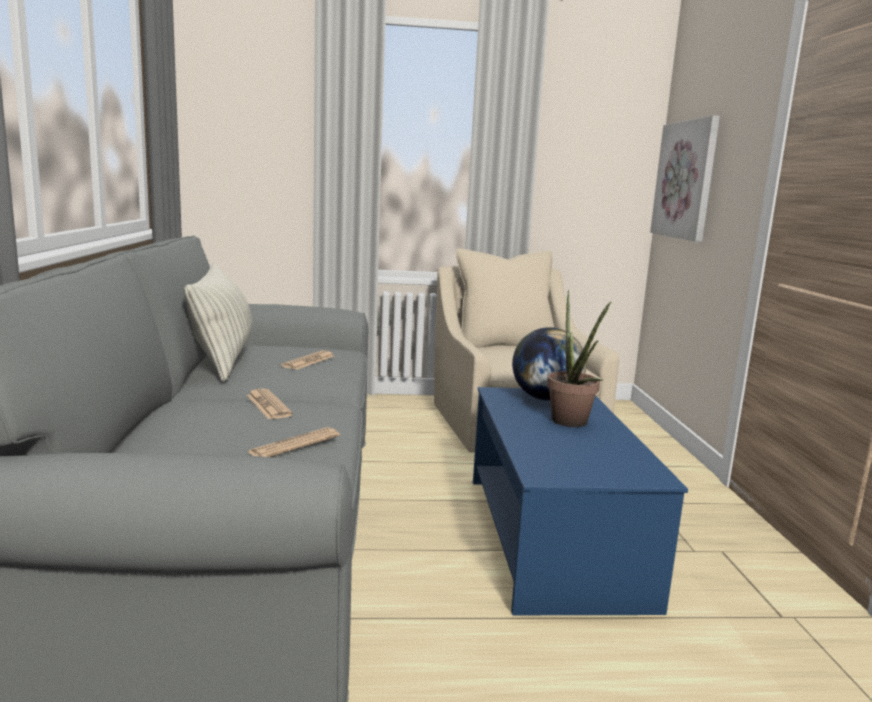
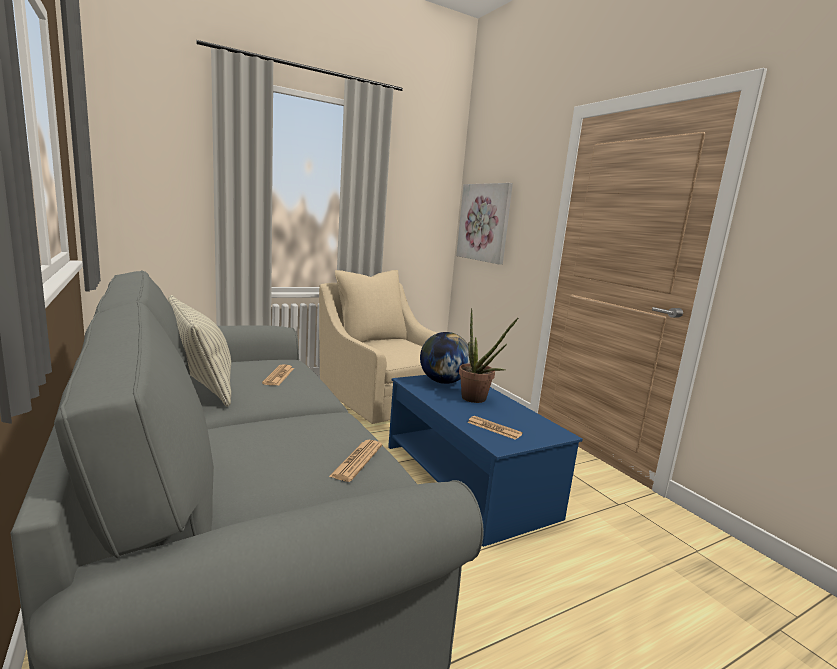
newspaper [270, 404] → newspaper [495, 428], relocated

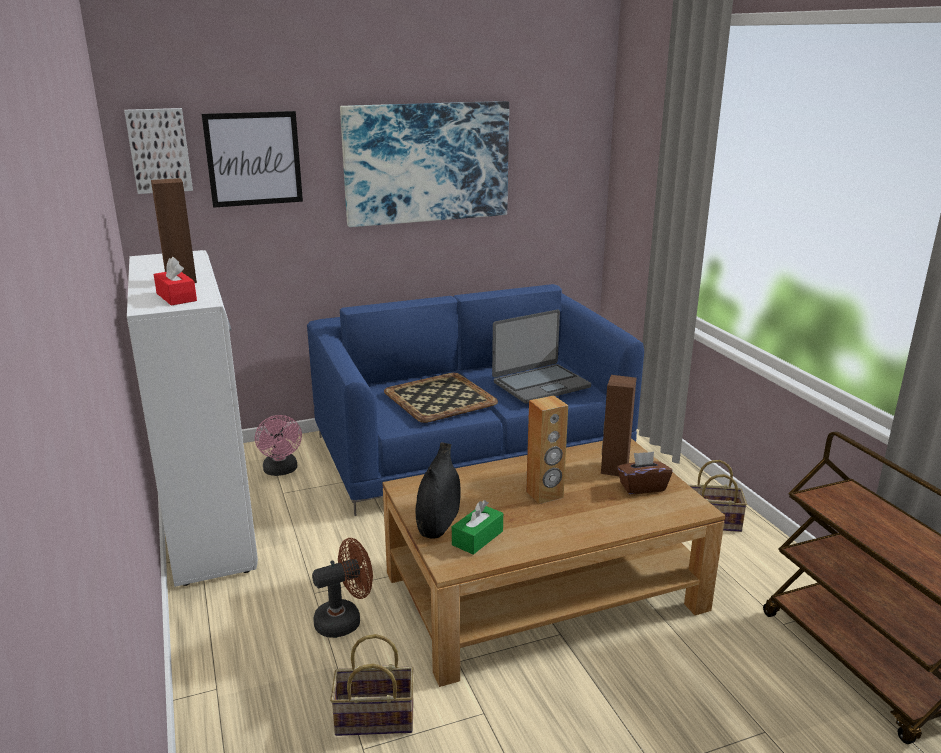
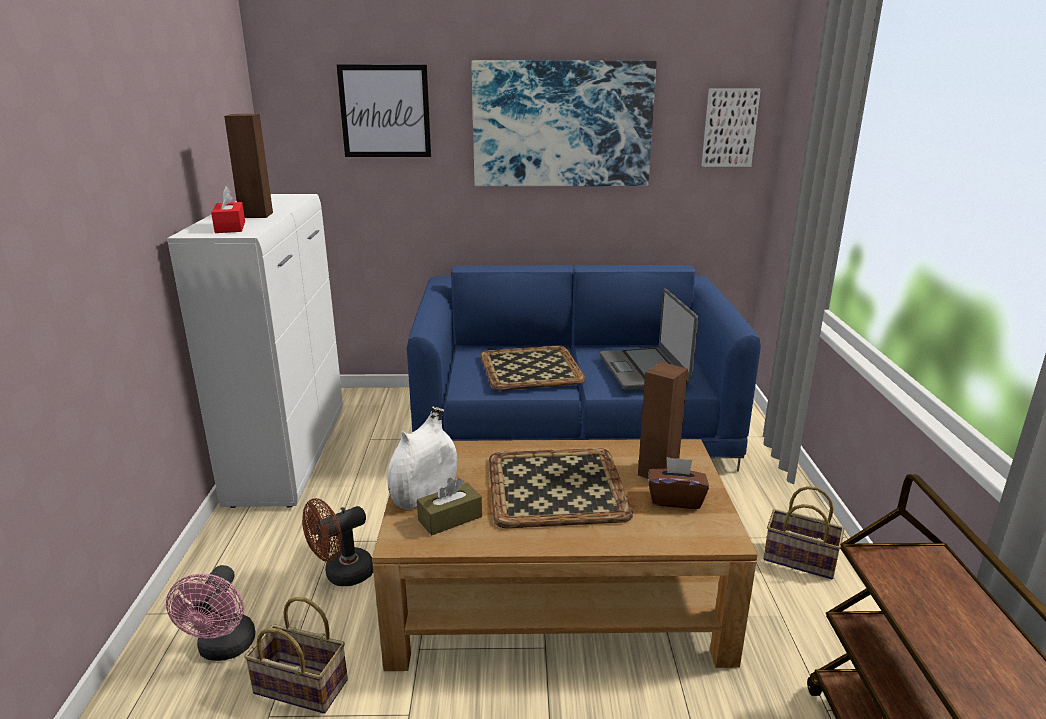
picture [158, 151] → picture [731, 128], relocated
fan (pink) [278, 445] → fan (pink) [211, 613], relocated
speaker (brown) [547, 449] → tray [561, 488]
vase (black) [438, 490] → vase (white) [422, 458]
tissue box (green) [477, 527] → tissue box (brown) [449, 507]
fan (brown) [342, 588] → fan (brown) [337, 542], 150 degrees clockwise
laptop [541, 356] → laptop [649, 339], 90 degrees clockwise

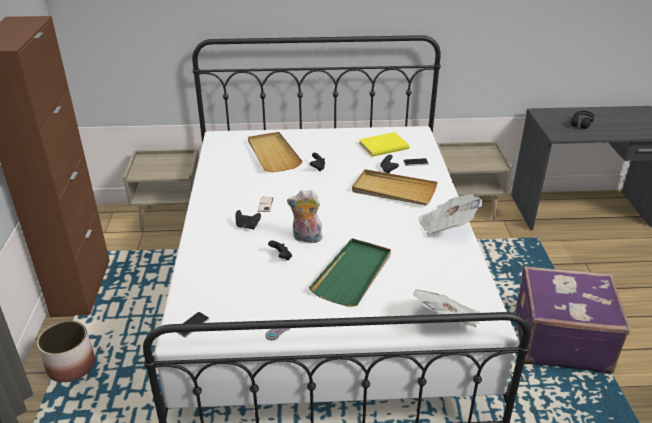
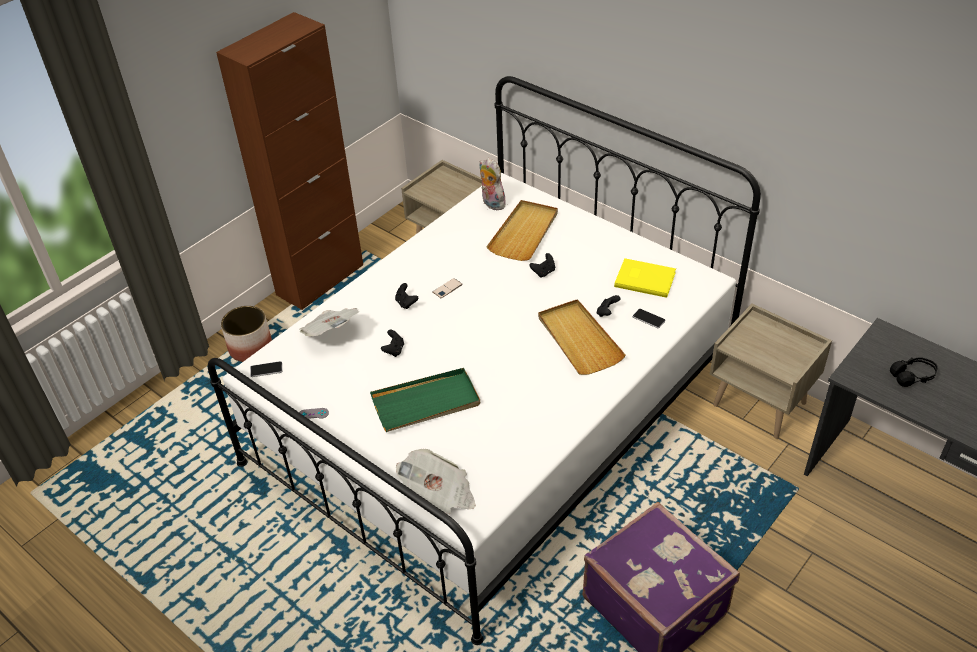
plush toy [304, 216] → plush toy [493, 184], relocated
newspaper [450, 214] → newspaper [329, 322], relocated

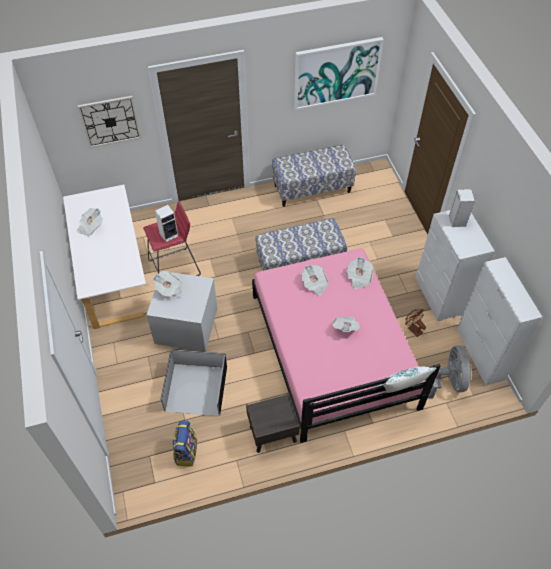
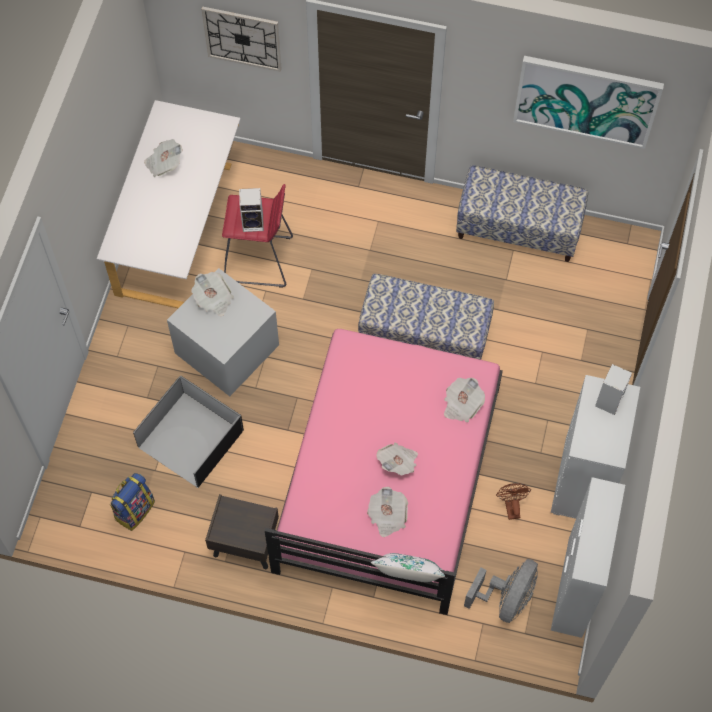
newspaper [315, 280] → newspaper [387, 512], relocated

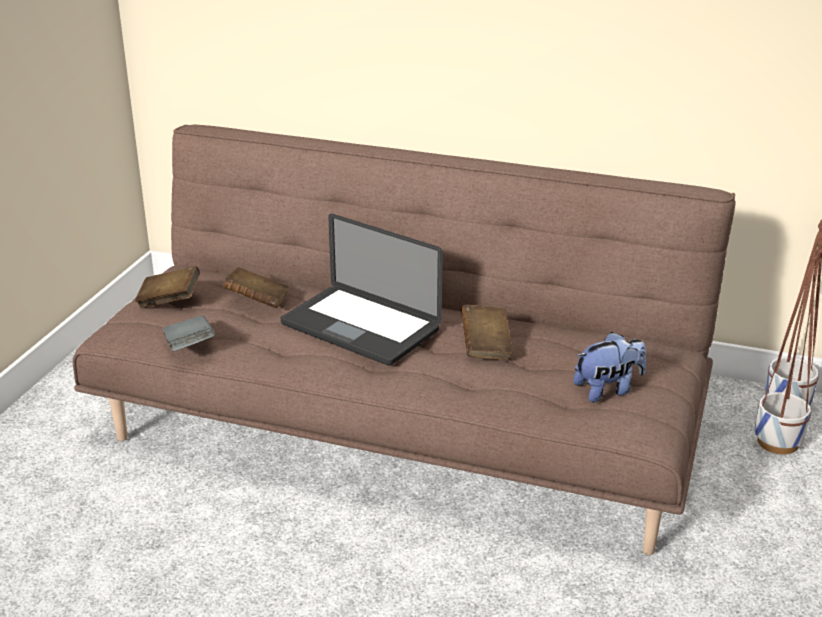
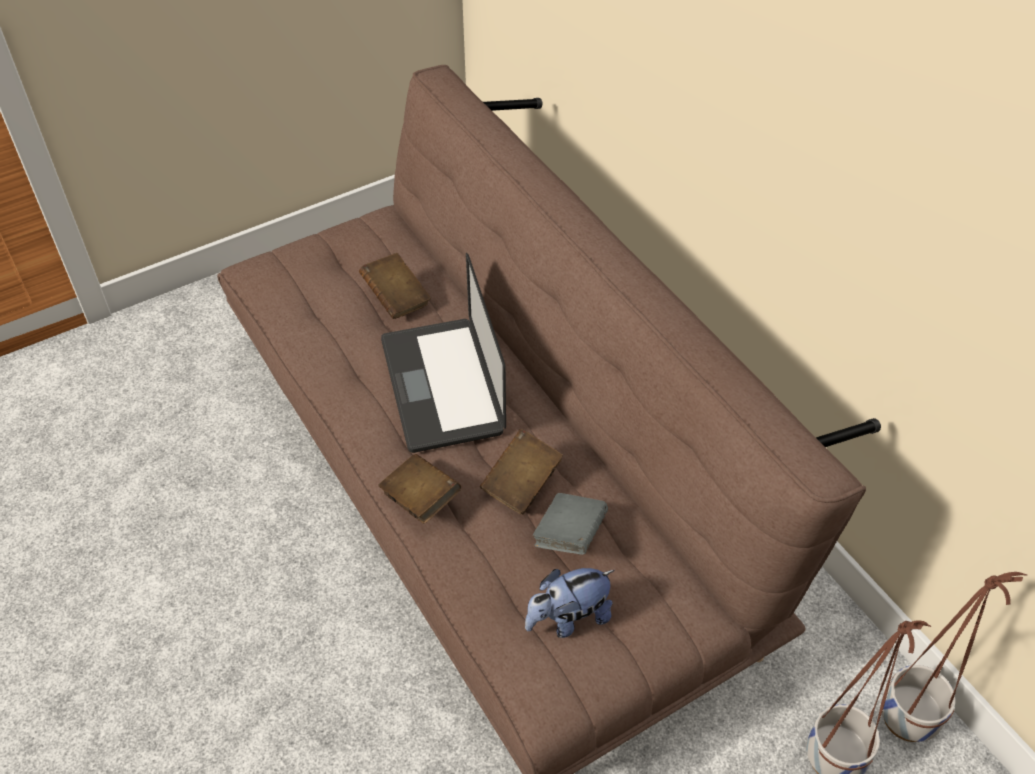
book (brown) [167, 287] → book (brown) [419, 489], relocated
book (grey) [188, 333] → book (grey) [570, 524], relocated
plush toy [609, 367] → plush toy [569, 603], 135 degrees clockwise

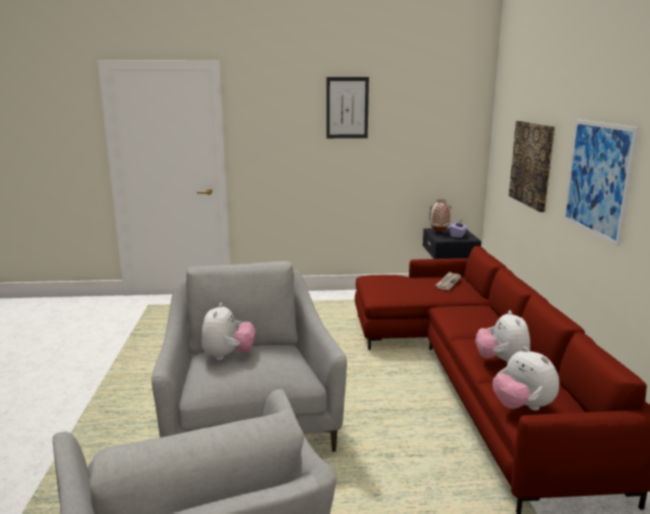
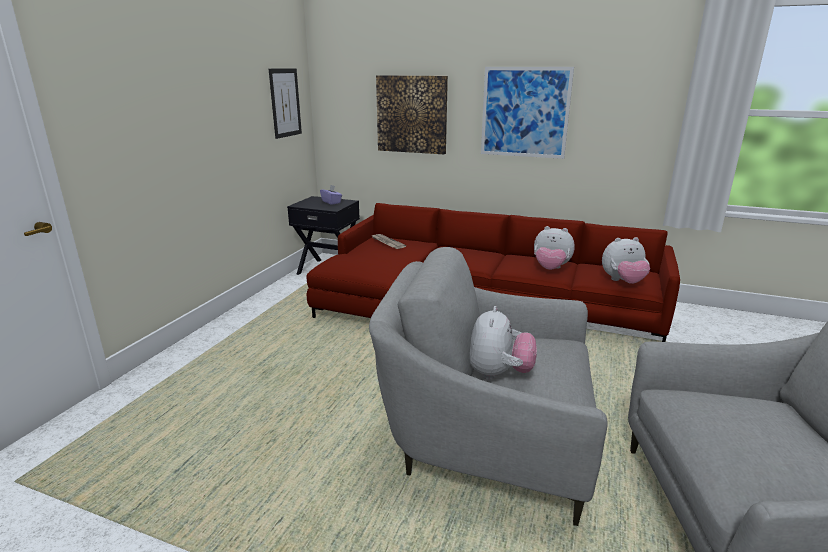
vase [440, 215] → -
picture [347, 107] → picture [285, 103], relocated
plush toy [228, 331] → plush toy [503, 343], 75 degrees clockwise

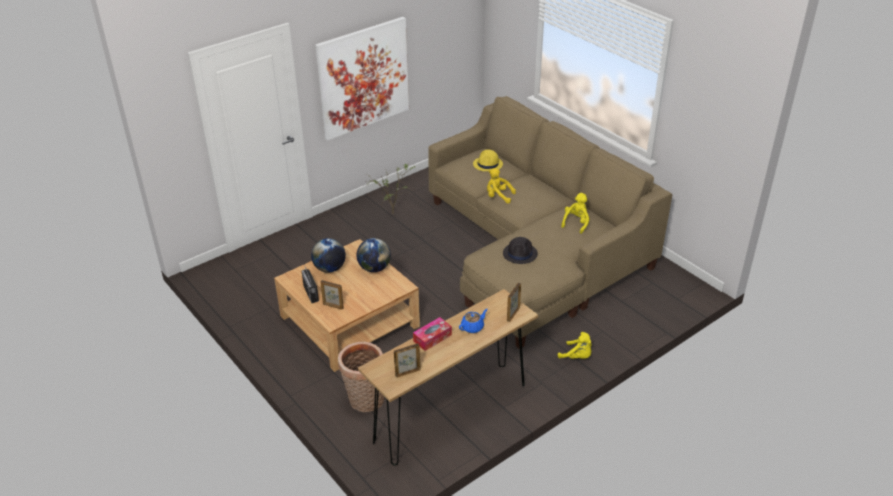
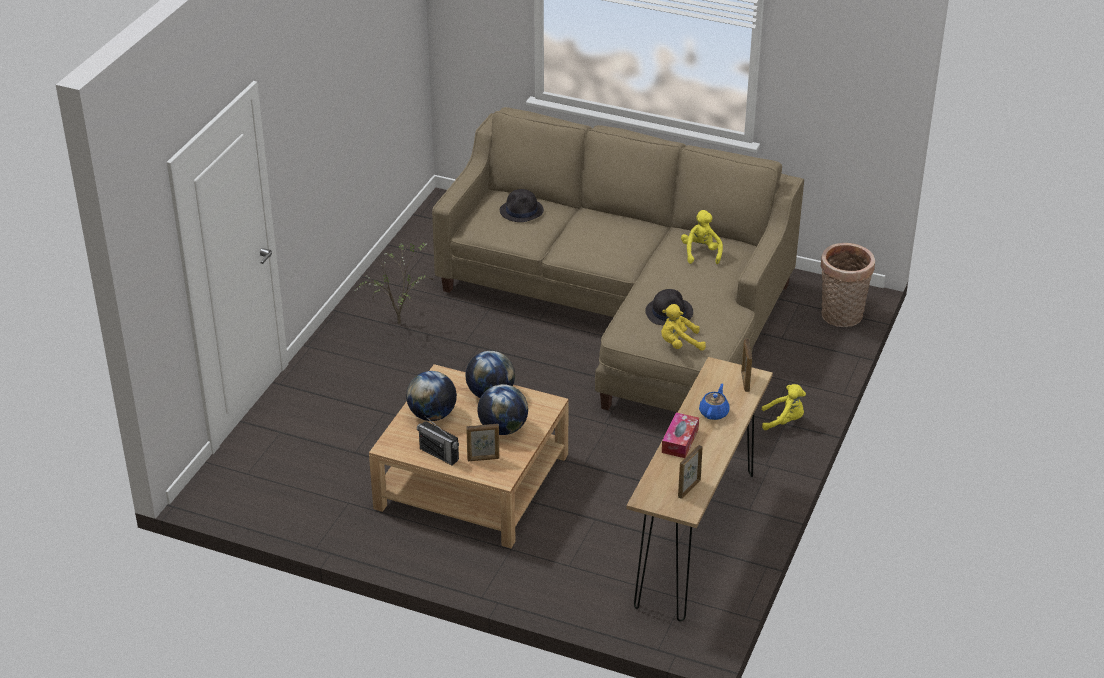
picture [362, 78] → -
- → globe [502, 409]
basket [361, 377] → basket [848, 285], relocated
plush toy (yellow) [501, 185] → plush toy (yellow) [683, 327], relocated
hat (yellow) [488, 160] → hat (black) [522, 205]

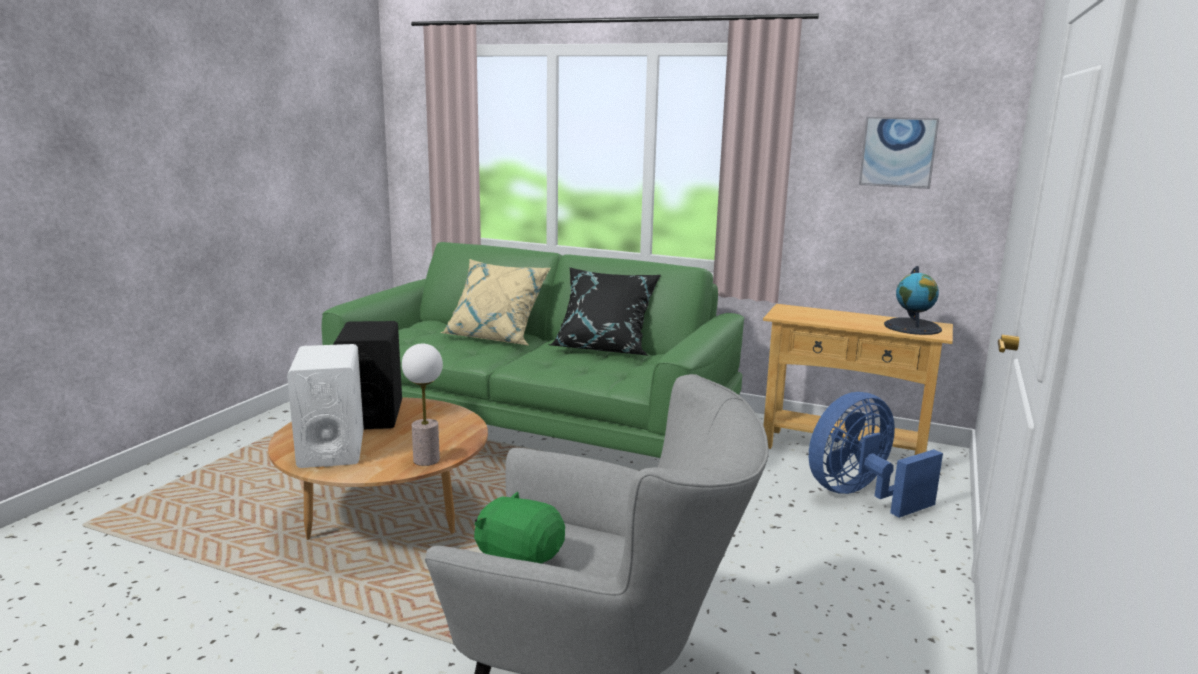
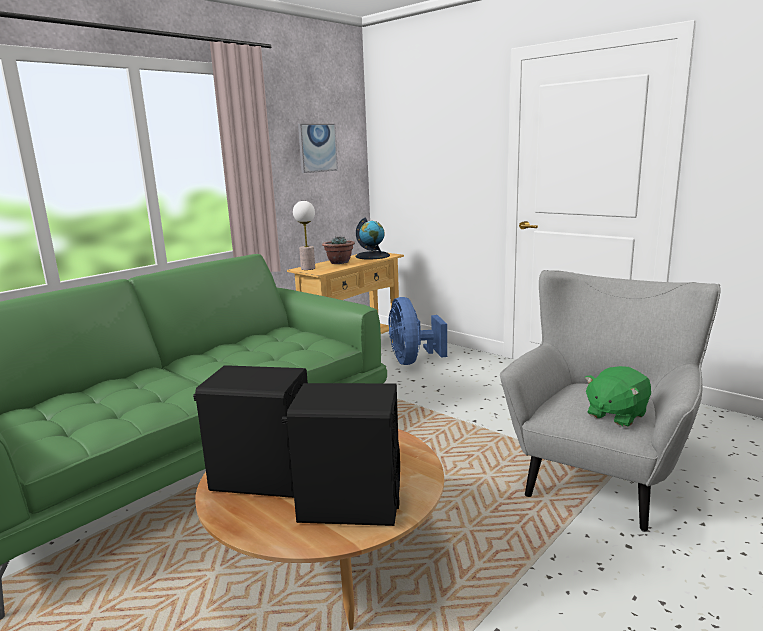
pillow (beige) [495, 302] → -
pillow (black) [605, 311] → -
- → potted plant [338, 250]
table lamp [422, 405] → table lamp [304, 235], relocated
speaker (white) [325, 406] → speaker (black) [341, 454]

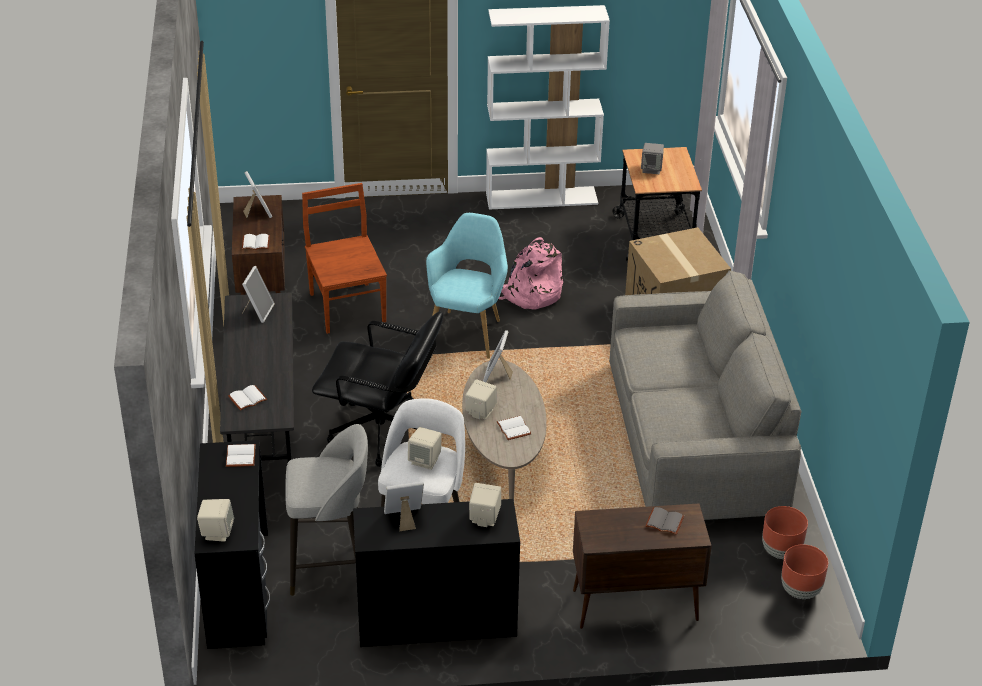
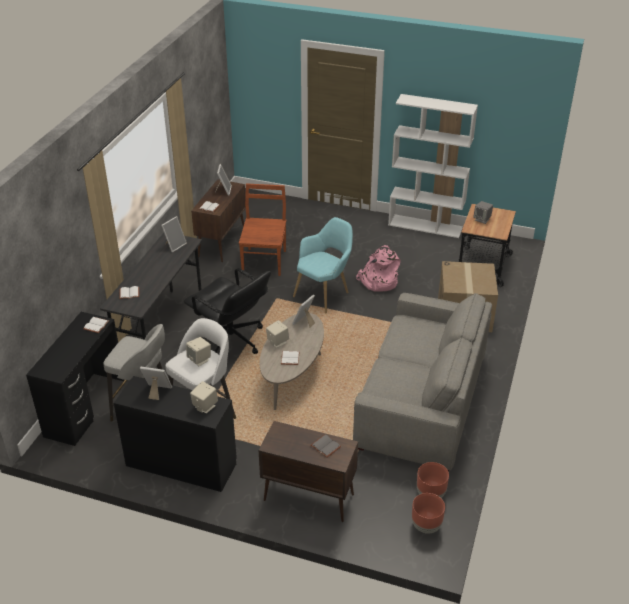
speaker (beige) [215, 520] → -

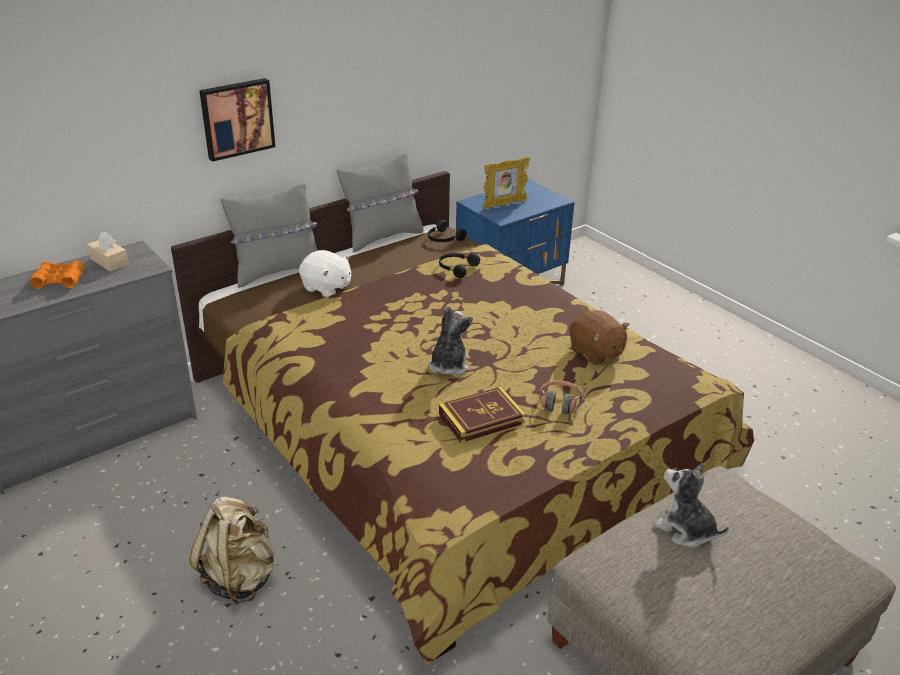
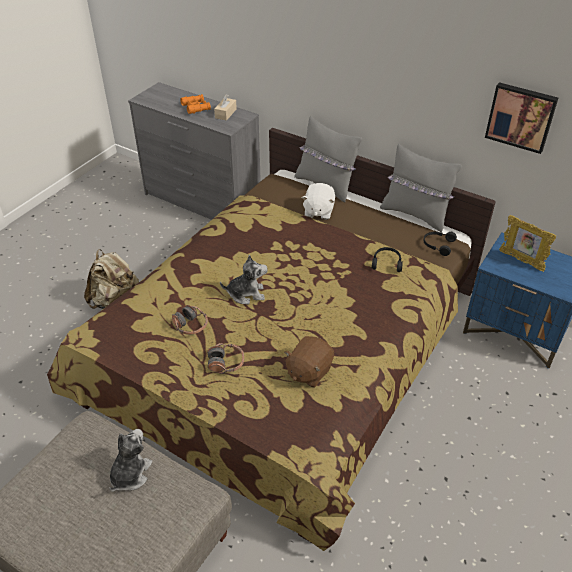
picture [237, 120] → picture [521, 118], relocated
book [482, 415] → headphones [190, 320]

